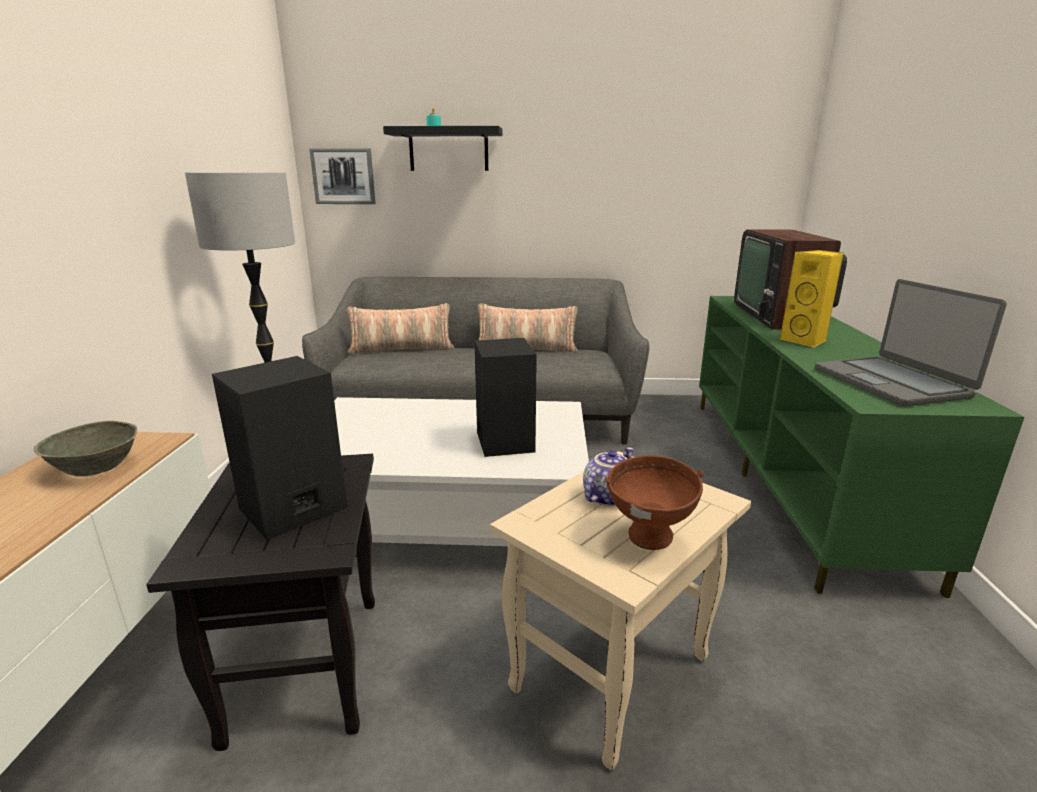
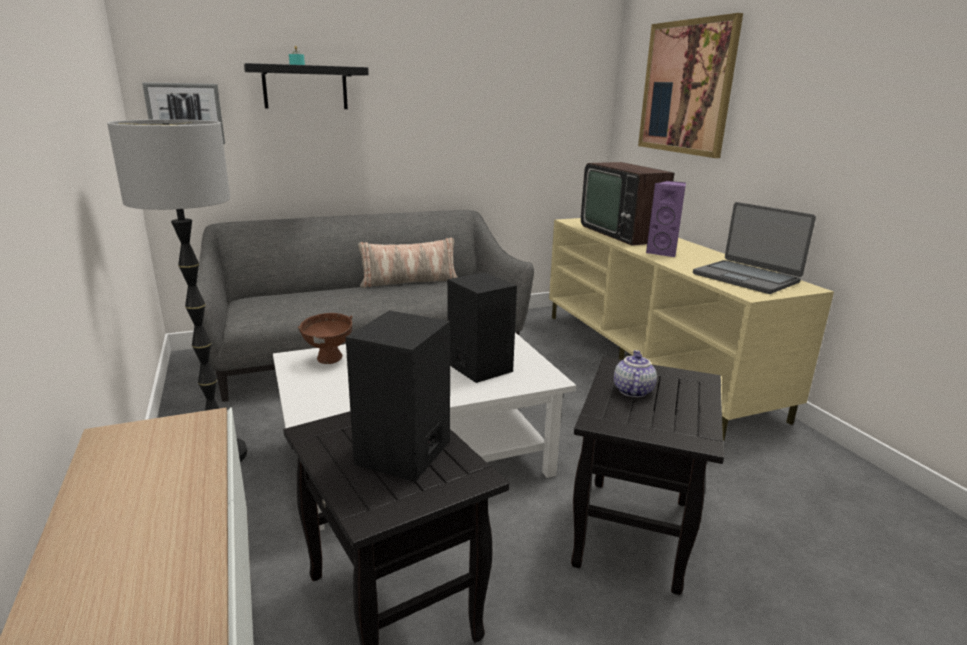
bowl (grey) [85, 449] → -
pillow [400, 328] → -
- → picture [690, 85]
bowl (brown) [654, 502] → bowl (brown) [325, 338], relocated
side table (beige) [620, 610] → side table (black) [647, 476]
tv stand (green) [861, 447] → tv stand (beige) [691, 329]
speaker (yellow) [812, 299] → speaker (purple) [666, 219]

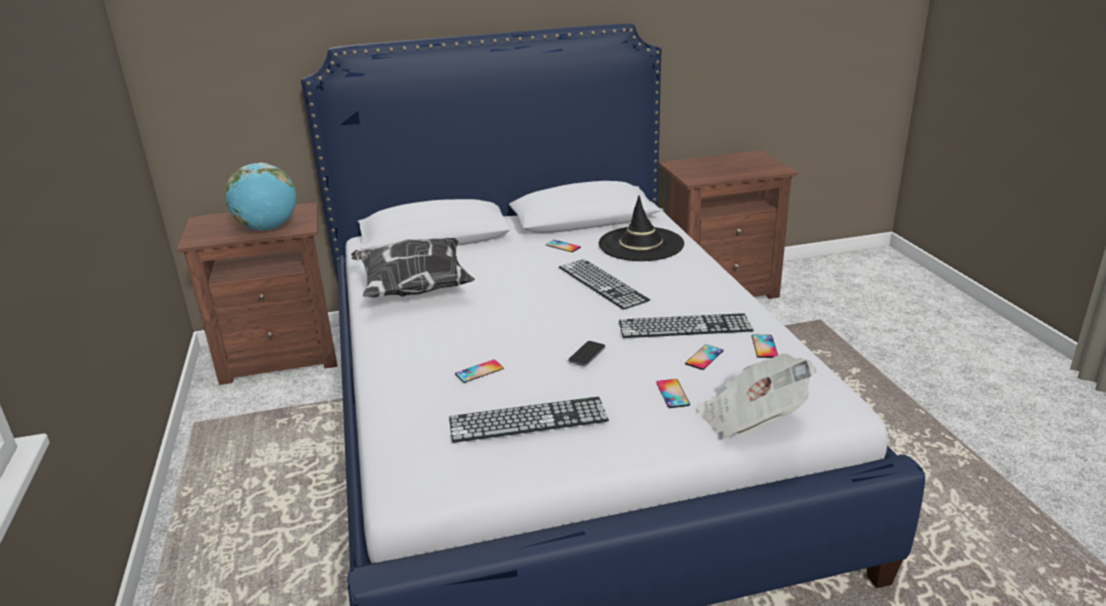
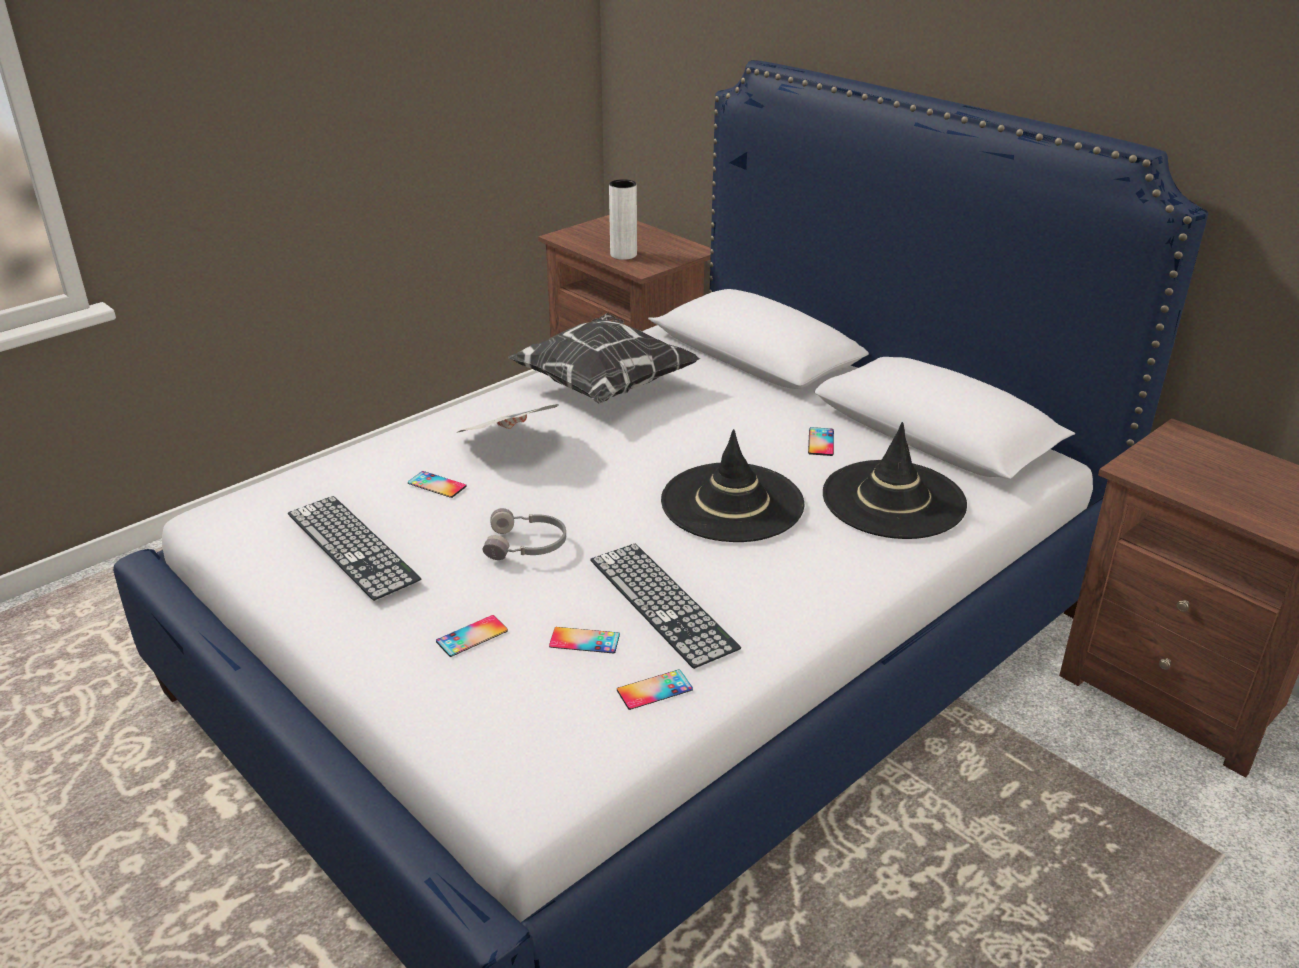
newspaper [756, 395] → newspaper [507, 418], relocated
globe [261, 197] → vase (white) [623, 219]
keyboard [604, 284] → hat (black) [732, 485]
phone [586, 353] → headphones (grey) [524, 534]

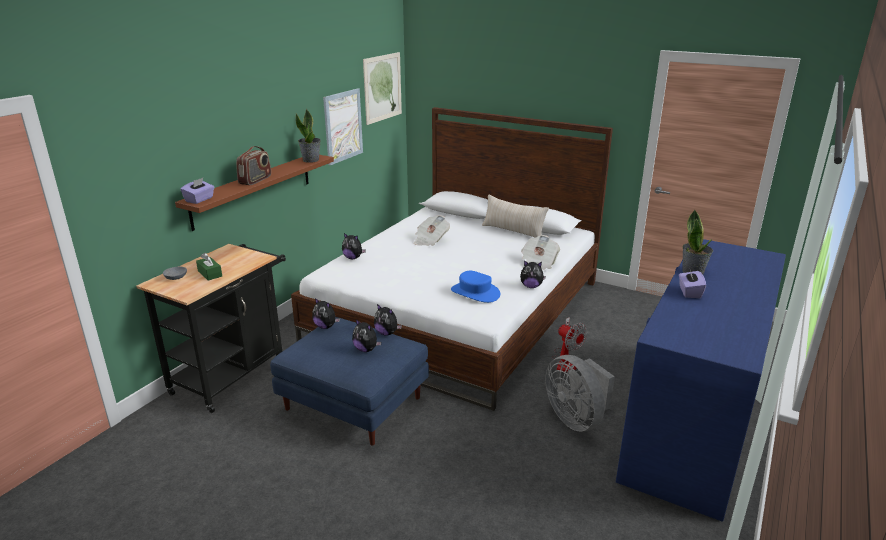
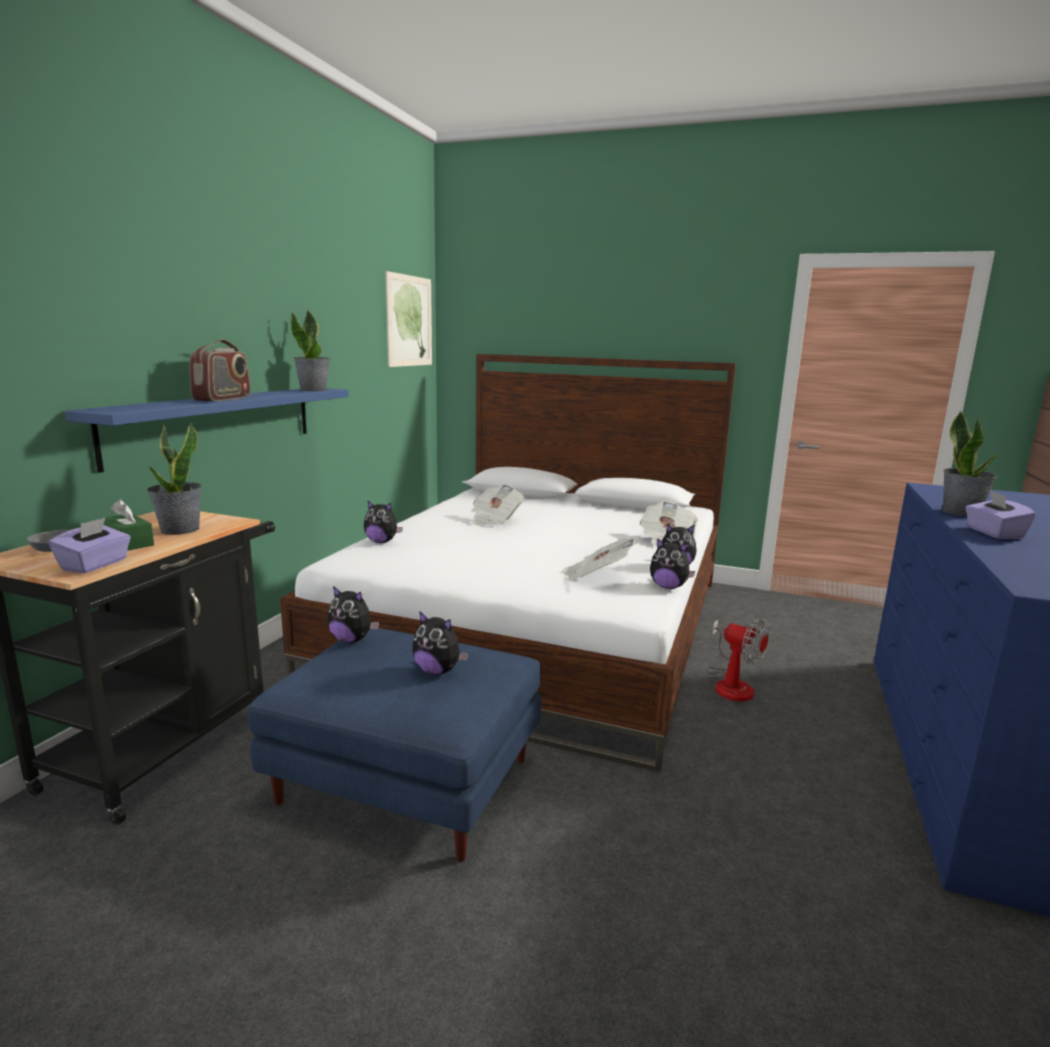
picture [343, 126] → -
pillow (beige) [515, 216] → -
fan (grey) [580, 393] → -
- → potted plant [174, 478]
tissue box (purple) [197, 191] → tissue box (purple) [90, 545], relocated
plush toy [388, 320] → plush toy [672, 563], relocated
hat (blue) [475, 287] → newspaper [600, 559]
shelf (brown) [254, 193] → shelf (blue) [207, 430]

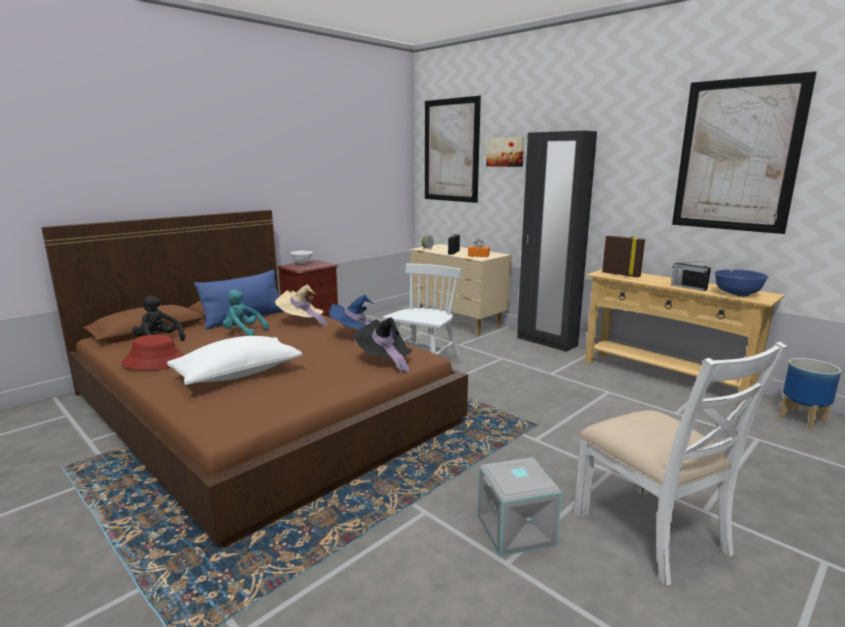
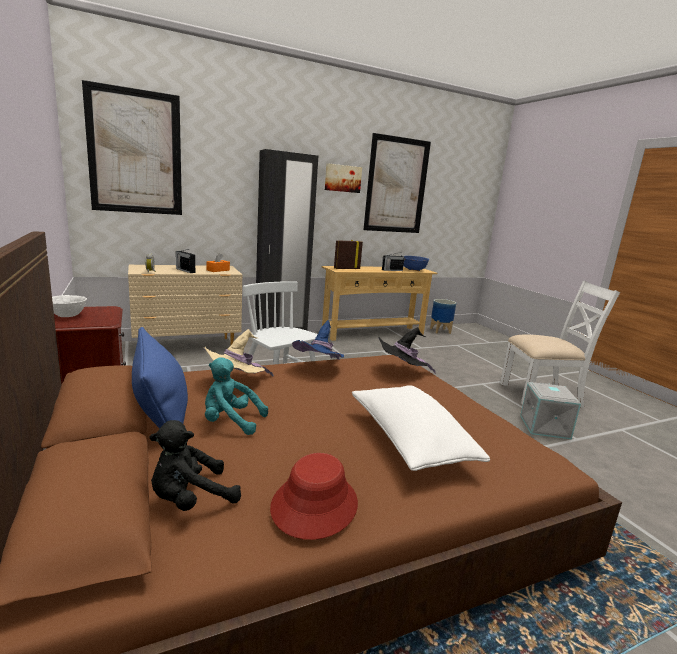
picture [505, 152] → picture [343, 178], relocated
plush toy (turquoise) [246, 313] → plush toy (turquoise) [236, 396], 60 degrees clockwise

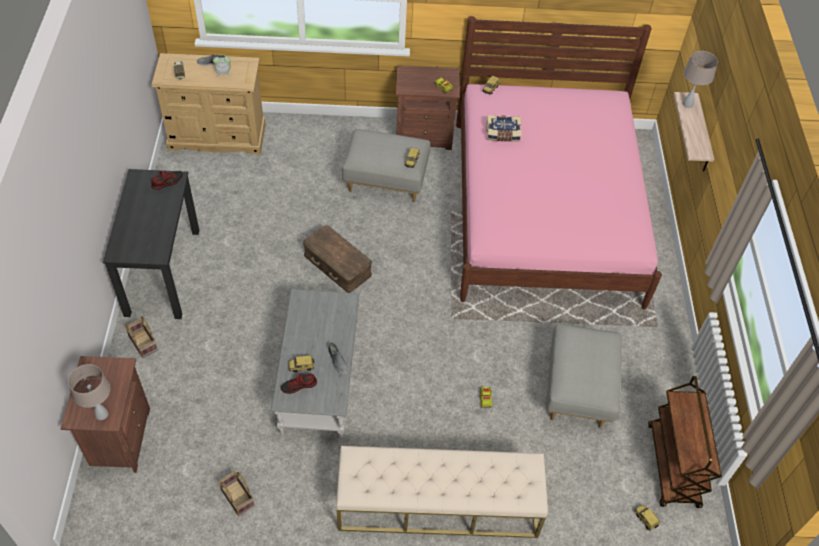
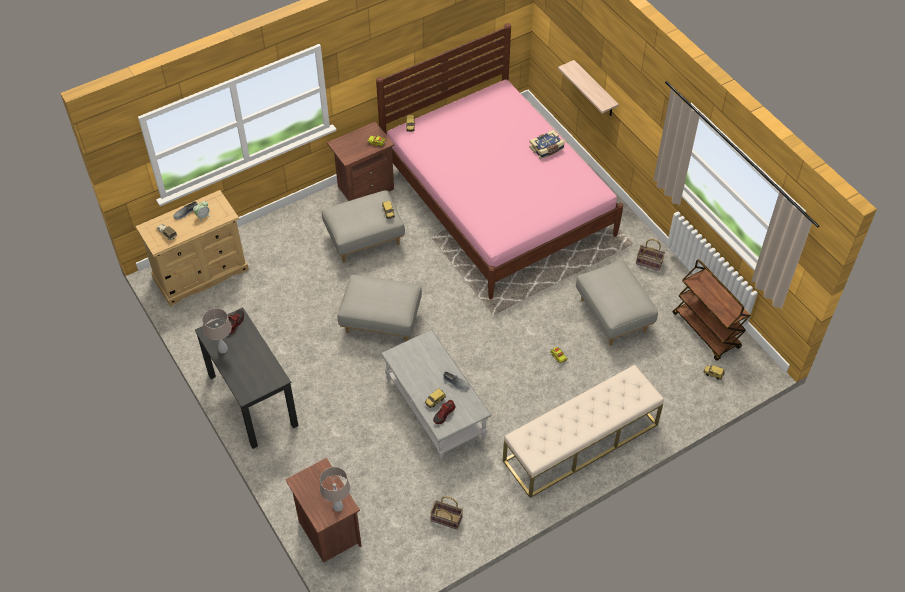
basket [141, 337] → basket [650, 255], relocated
book [504, 128] → book [547, 144], relocated
table lamp (beige) [700, 79] → table lamp (beige) [217, 331], relocated
storage box (brown) [337, 259] → ottoman (grey) [380, 308]

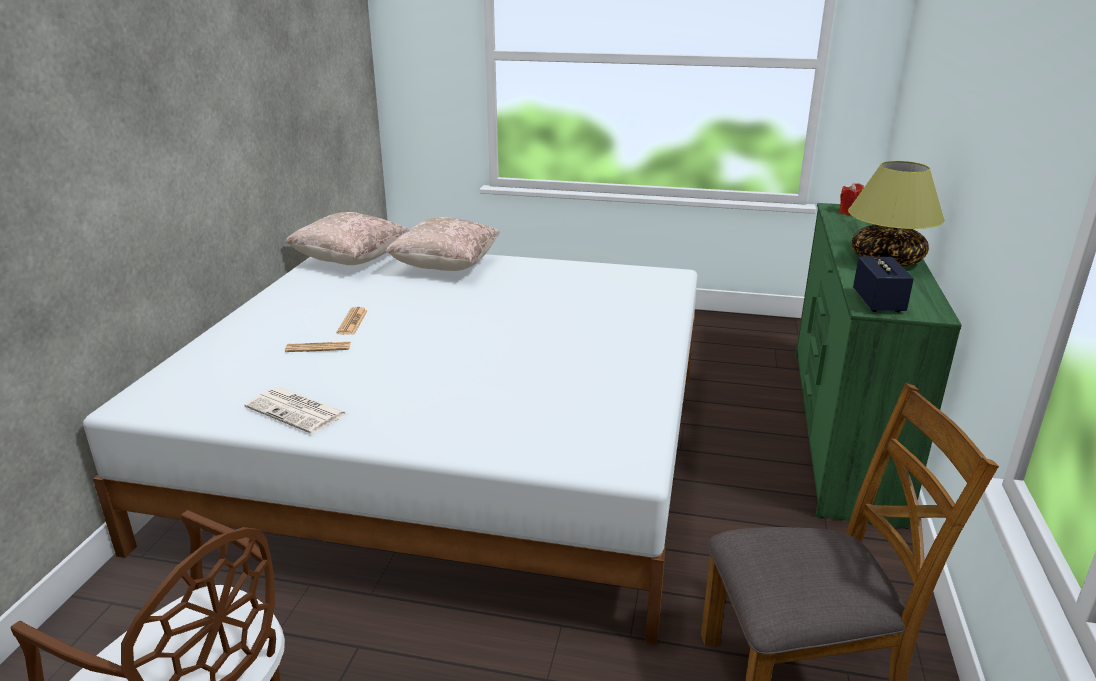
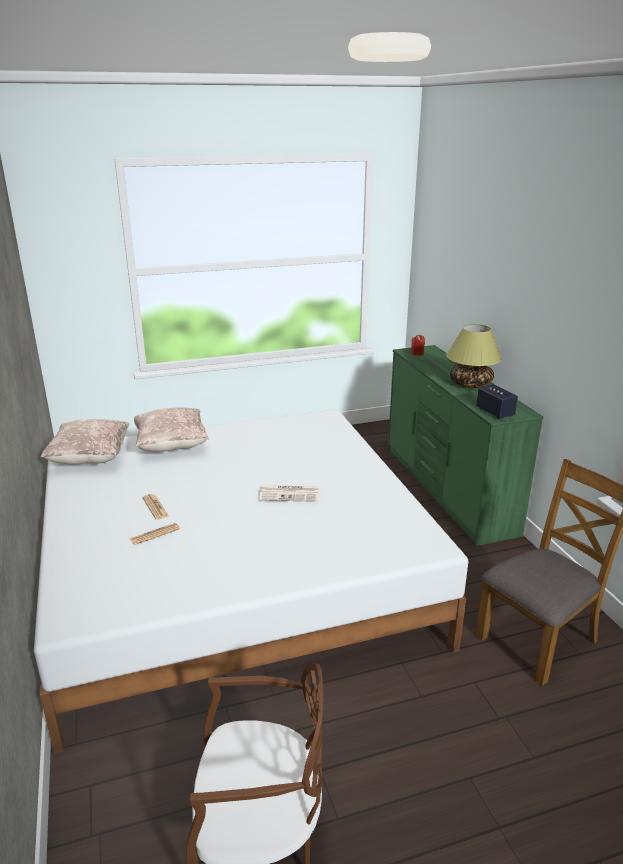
newspaper [296, 410] → newspaper [289, 493], relocated

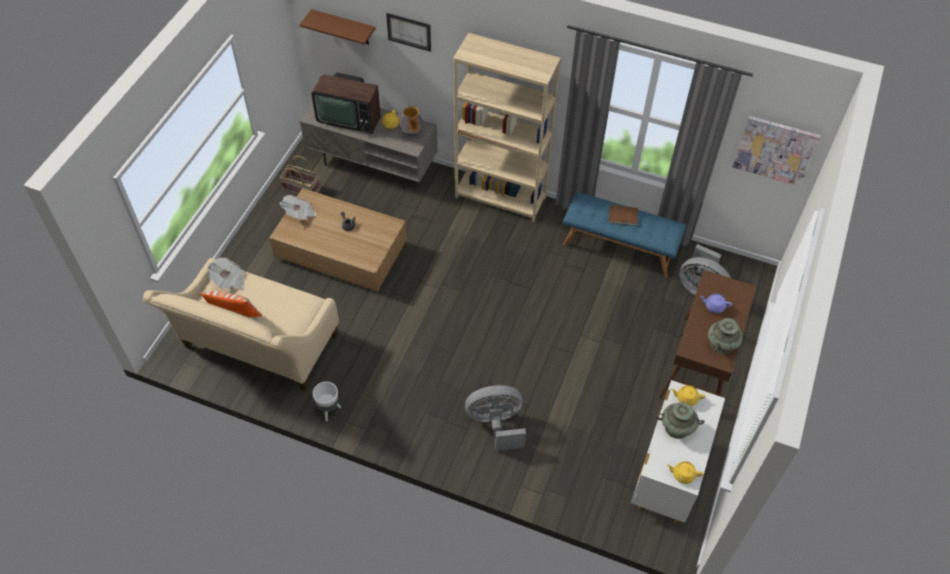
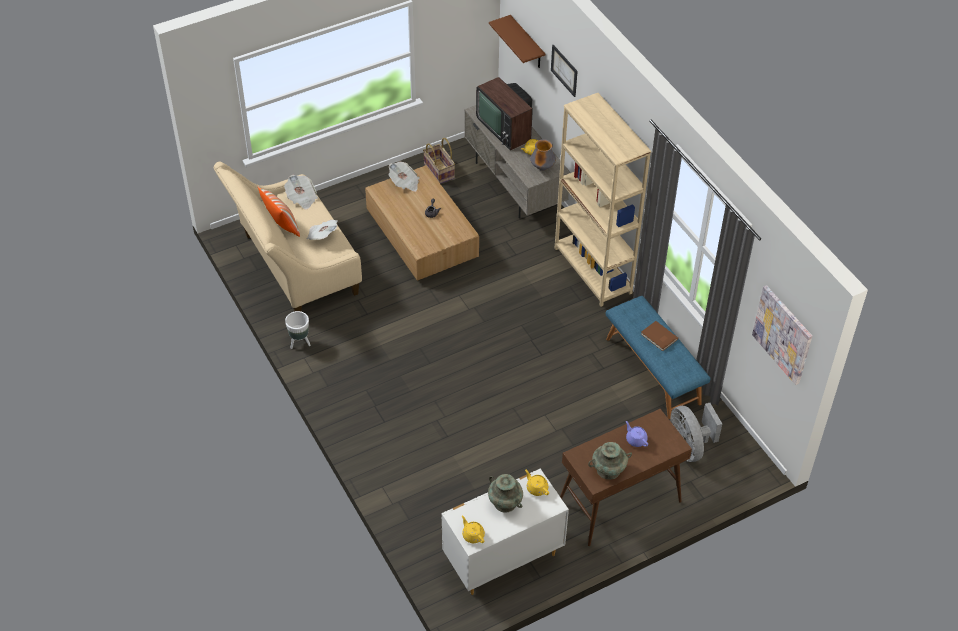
fan (grey) [495, 418] → -
- → newspaper [322, 230]

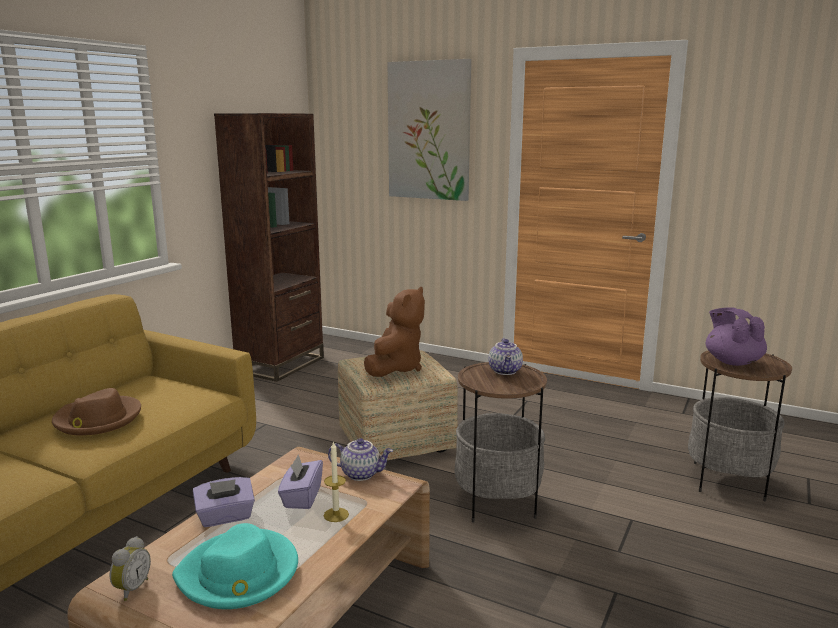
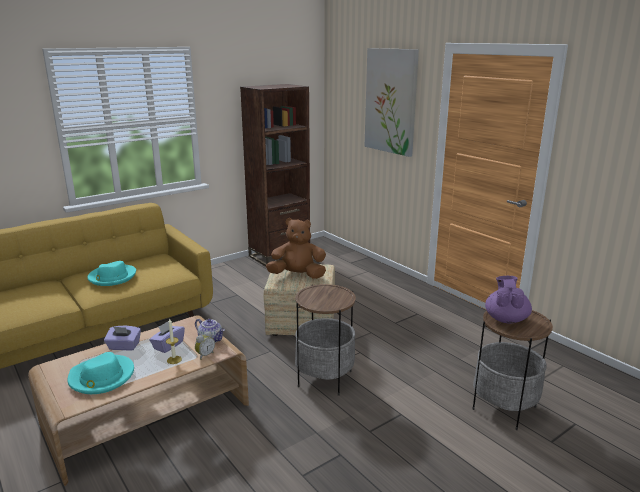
teapot [505, 356] → -
alarm clock [130, 568] → alarm clock [205, 345], relocated
hat (brown) [96, 412] → hat (turquoise) [111, 273]
plush toy (brown) [394, 332] → plush toy (brown) [296, 248], 135 degrees counterclockwise

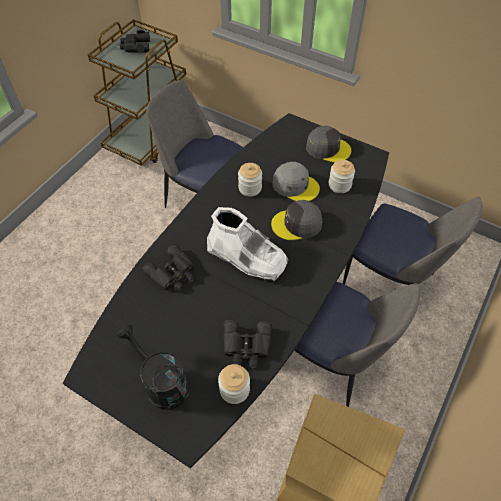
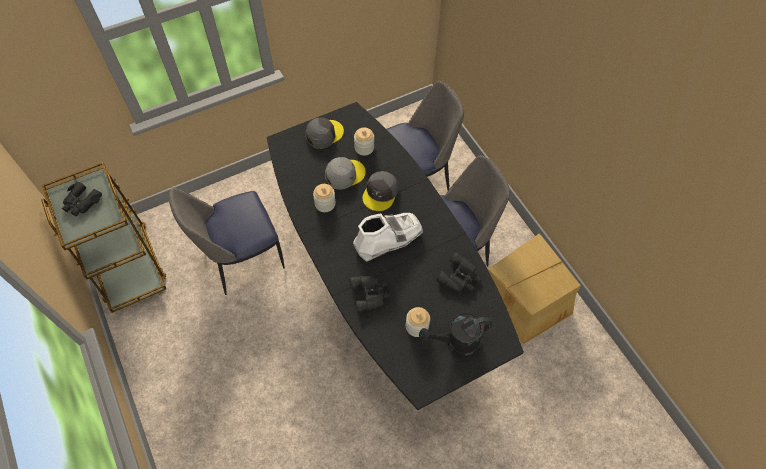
jar [234, 384] → jar [418, 322], relocated

